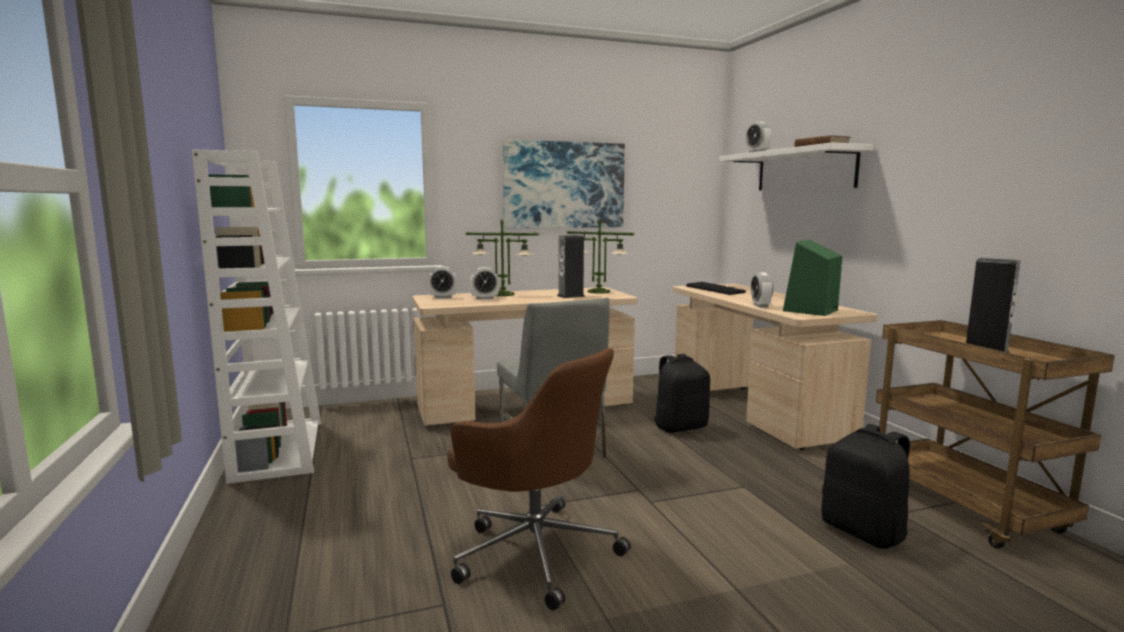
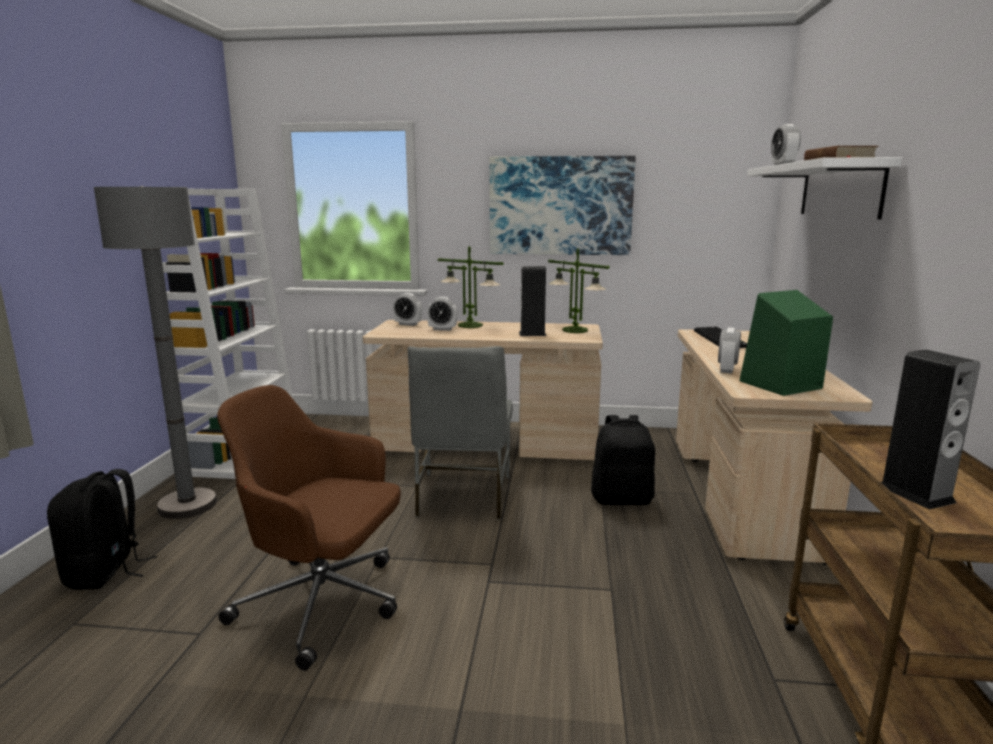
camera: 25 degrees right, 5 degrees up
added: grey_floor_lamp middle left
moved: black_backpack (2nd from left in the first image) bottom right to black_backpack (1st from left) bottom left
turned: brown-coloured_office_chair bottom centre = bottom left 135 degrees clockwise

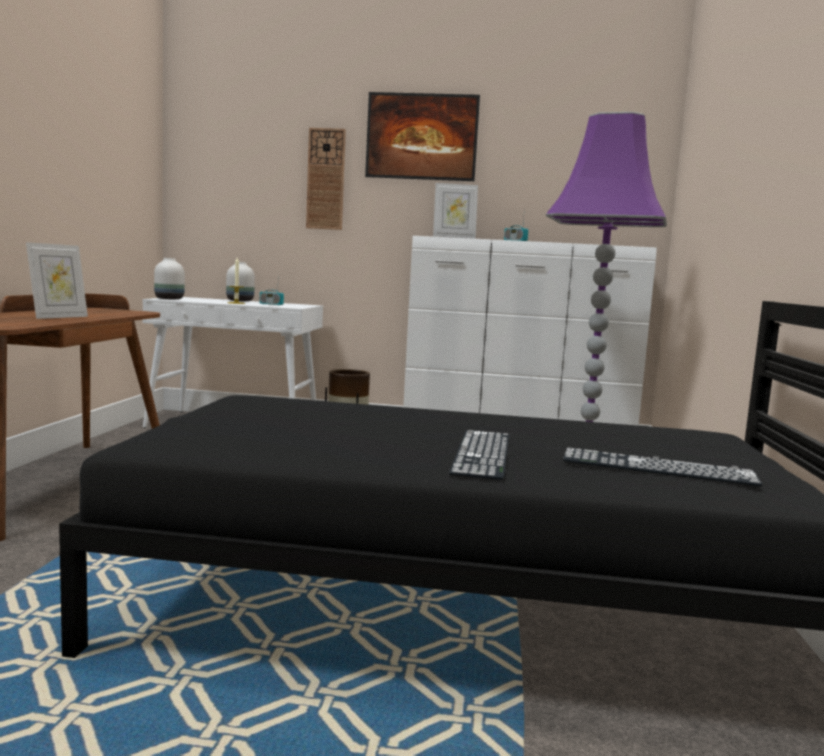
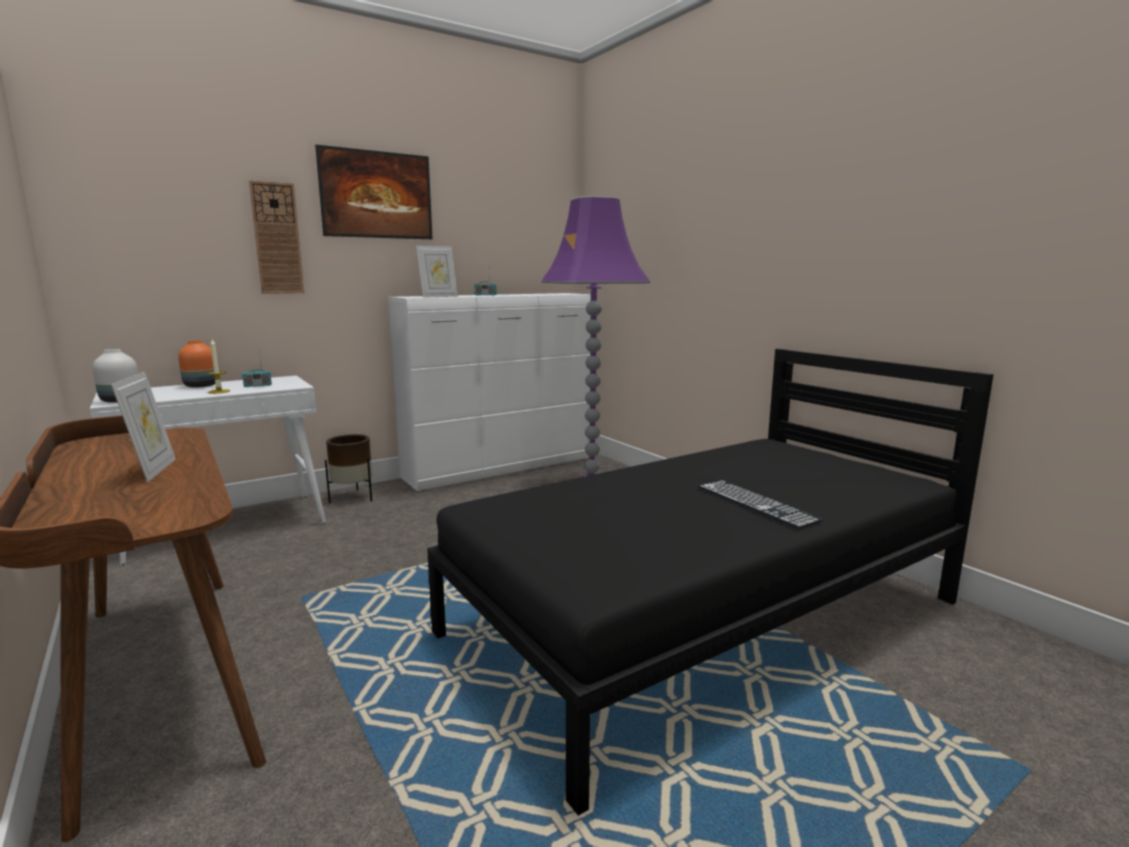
camera: 40 degrees left, 5 degrees up
removed: computer_keyboard (2nd from left) middle right
recoloured: white_flower_vase (2nd from left) middle left to orange_flower_vase middle left

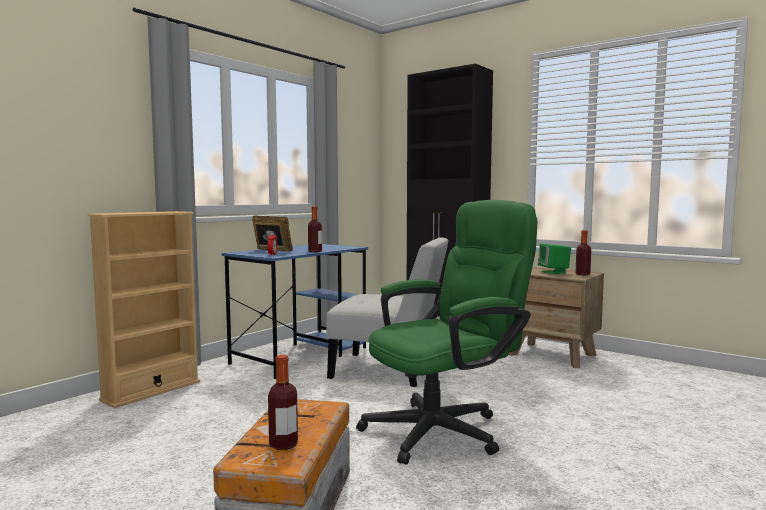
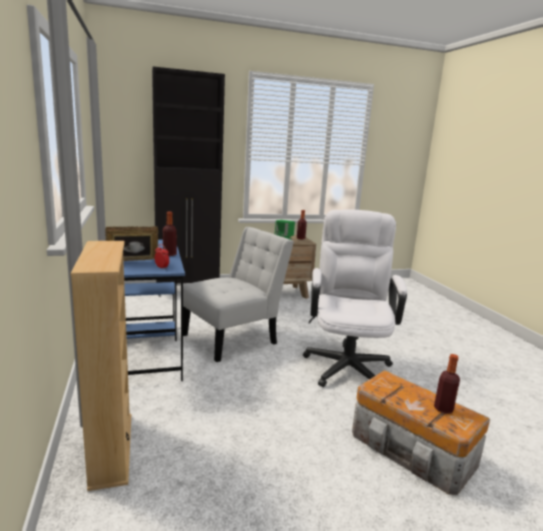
camera: 55 degrees left, 10 degrees up
recoloured: green-coloured_office_chair centre to white_office_chair centre

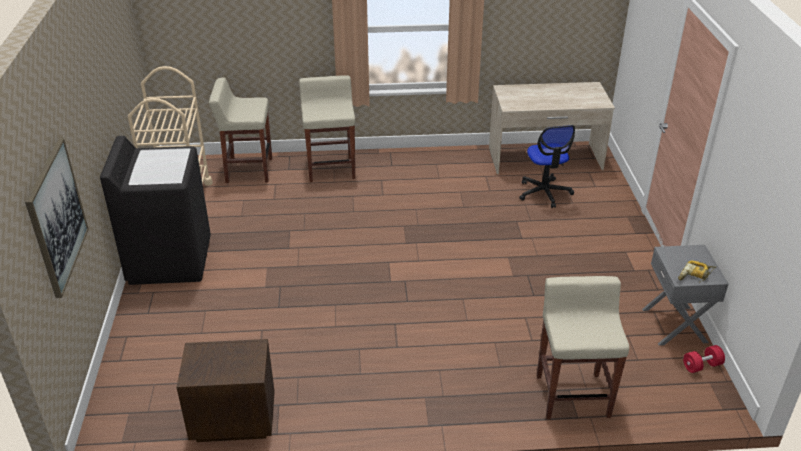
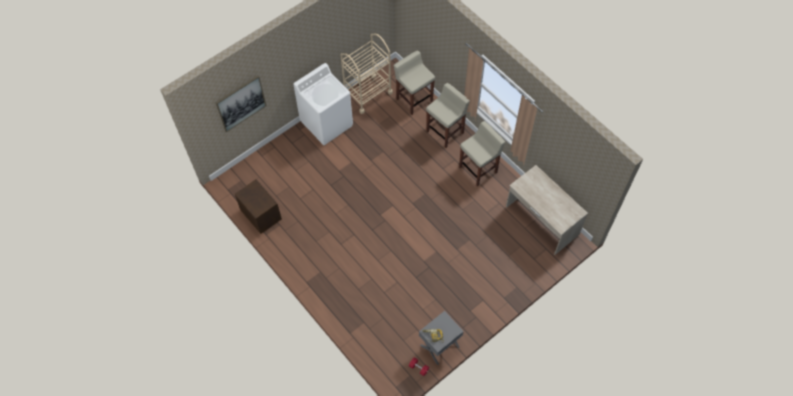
camera: 55 degrees right, 25 degrees up
removed: office_chair middle right
moved: sand-coloured_stool (3rd from left) bottom right to centre
recoloured: black_laundry_machine middle left to white_laundry_machine top centre

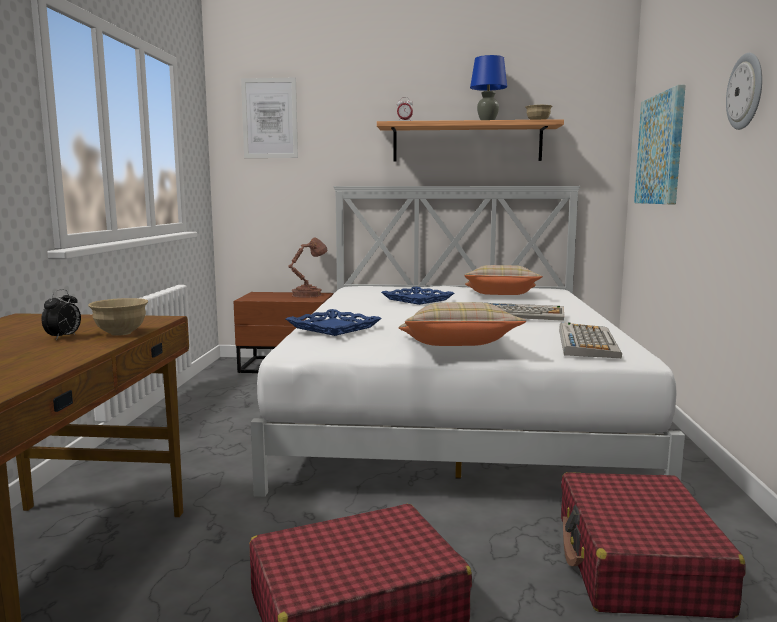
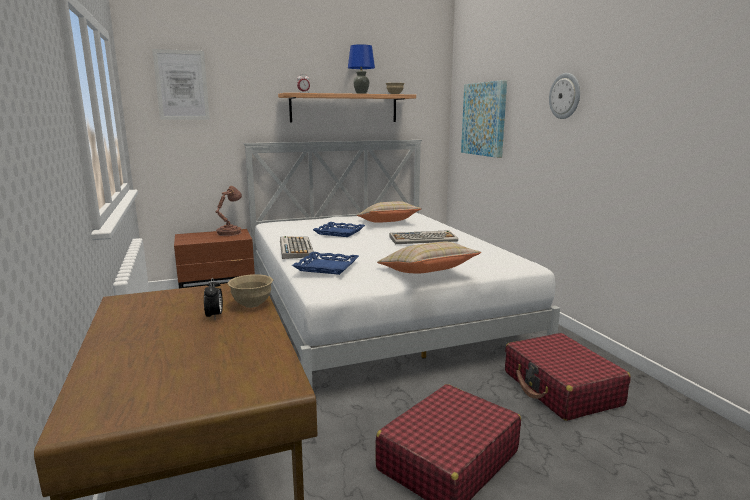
camera: 25 degrees left, 5 degrees up
moved: computer_keyboard (2nd from left in the first image) middle right to computer_keyboard (1st from left) centre

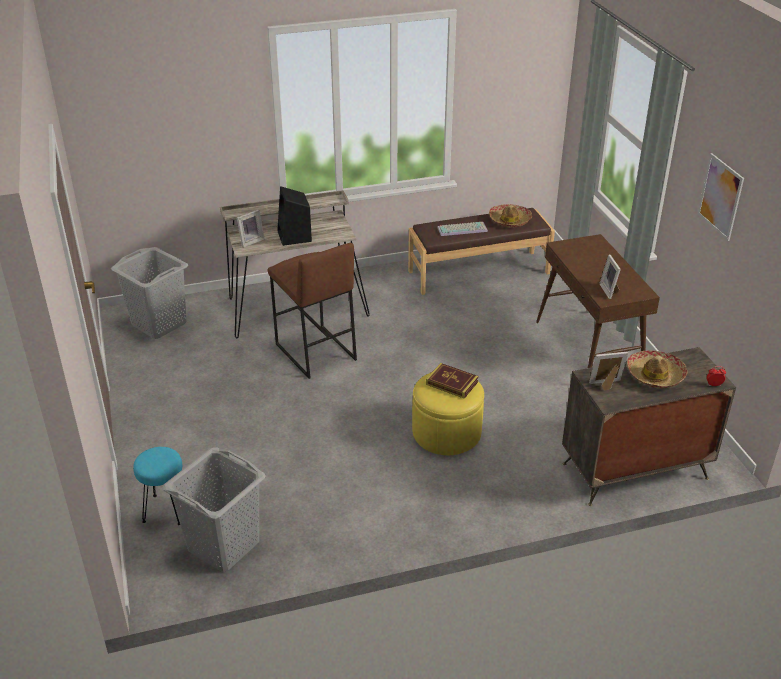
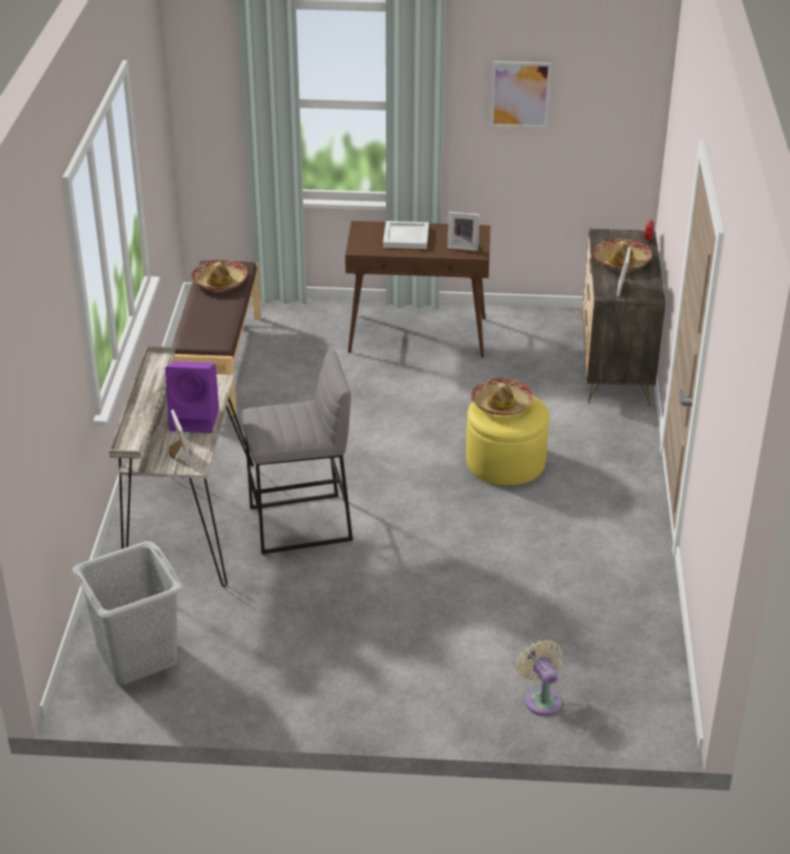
camera: 70 degrees left, 0 degrees up
removed: computer_keyboard centre; grey_washing_basket (2nd from left) bottom left
added: white_tray top centre
replaced: volume centre to hat (2nd from left) centre; turquoise-coloured_stool bottom left to sand-coloured_cooling_fan bottom right
recoloured: black_loudspeaker top centre to purple-coloured_loudspeaker middle left; brown-coloured_stool centre to grey_stool centre

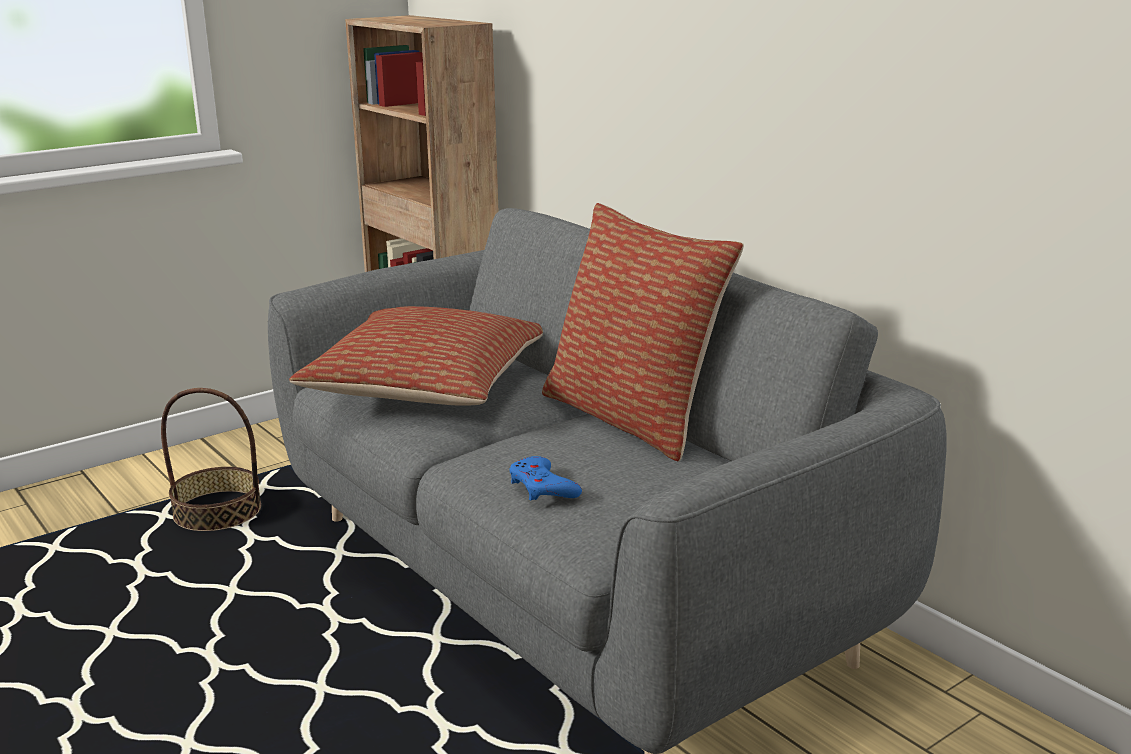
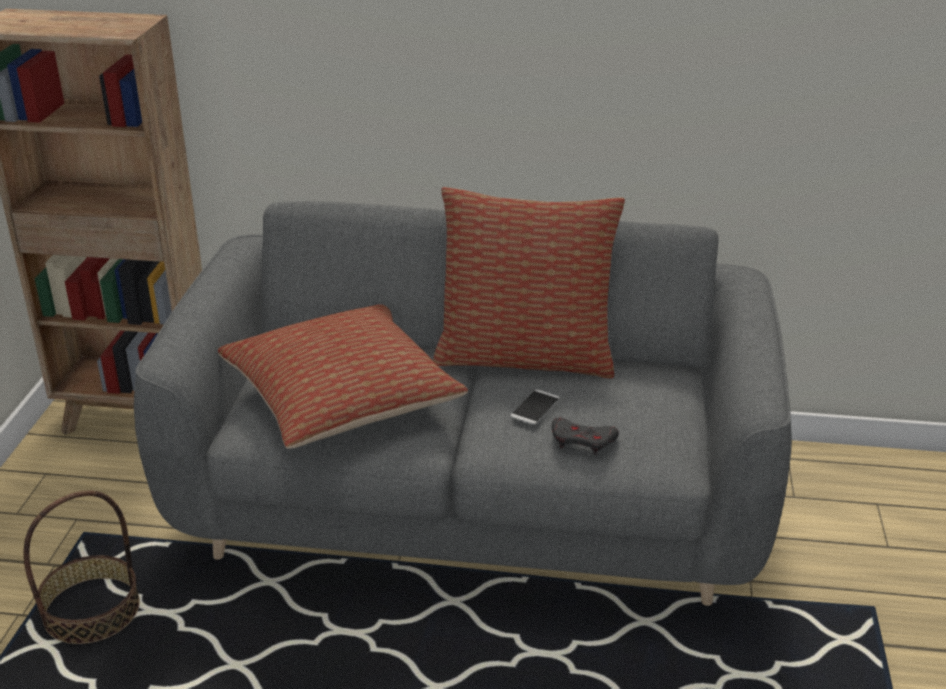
camera: 45 degrees left, 10 degrees up
added: telephone centre
recoloured: bluish_gamepad centre to grey_gamepad centre

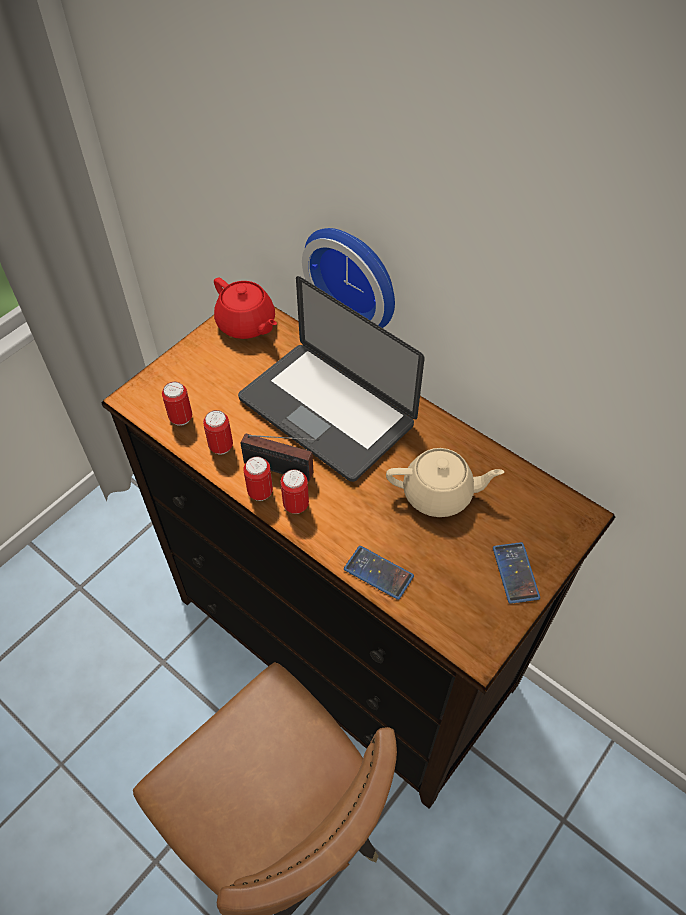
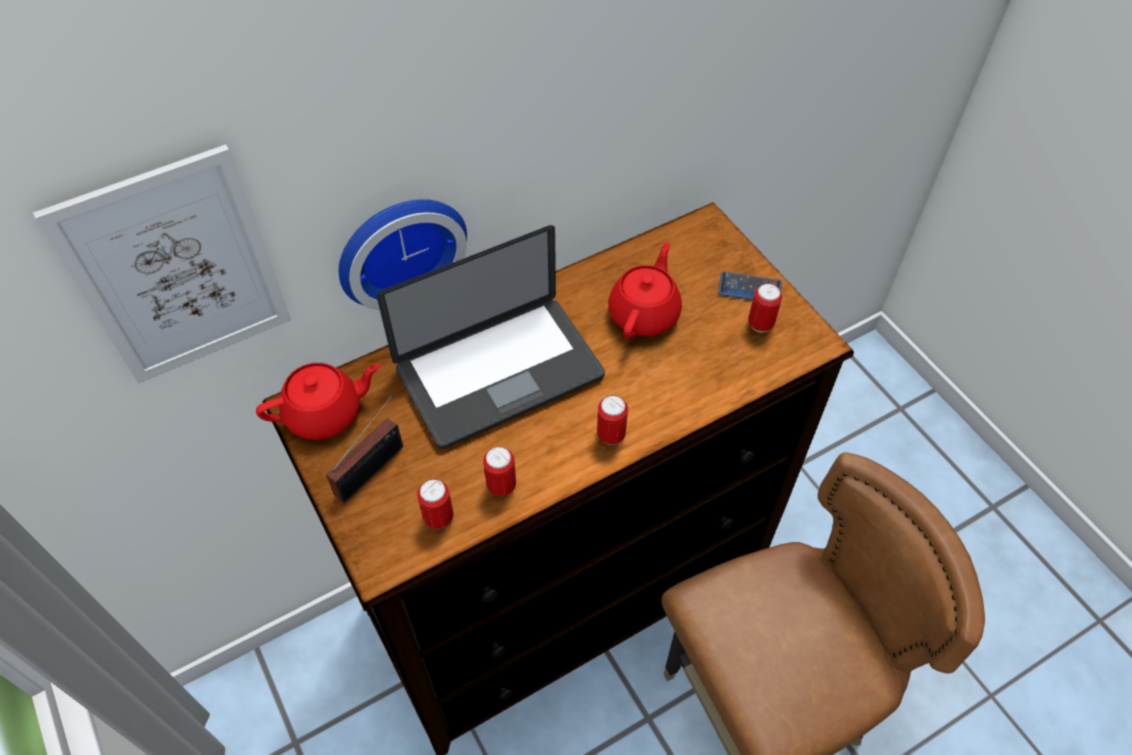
camera: 70 degrees left, 0 degrees up
removed: telephone (1st from left) centre
added: picture middle left
moved: radio centre to middle left; metal_can (3rd from left in the first image) centre to metal_can (4th from left) middle right
recoloured: sand-coloured_pot_for_tea centre to red-coloured_pot_for_tea (2nd from left) centre

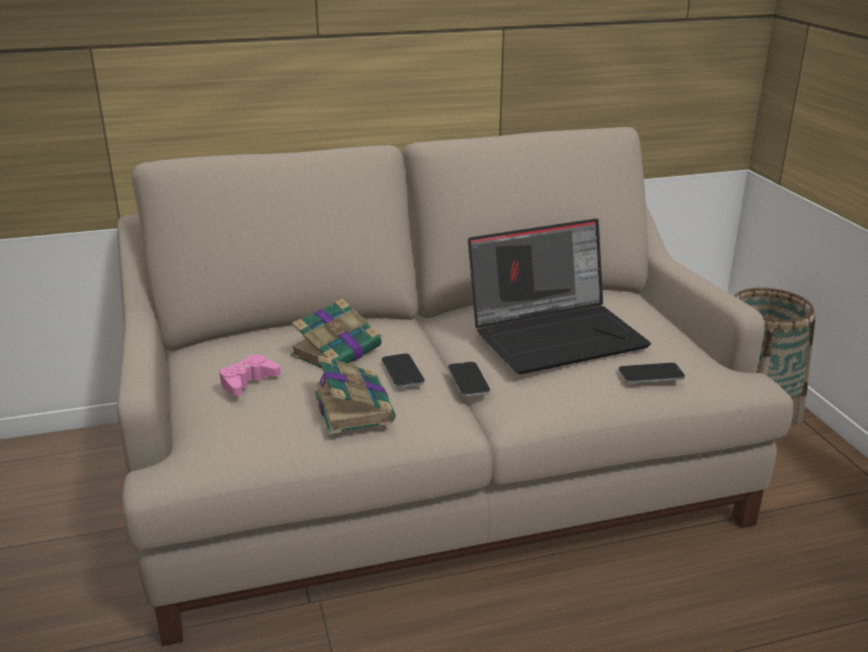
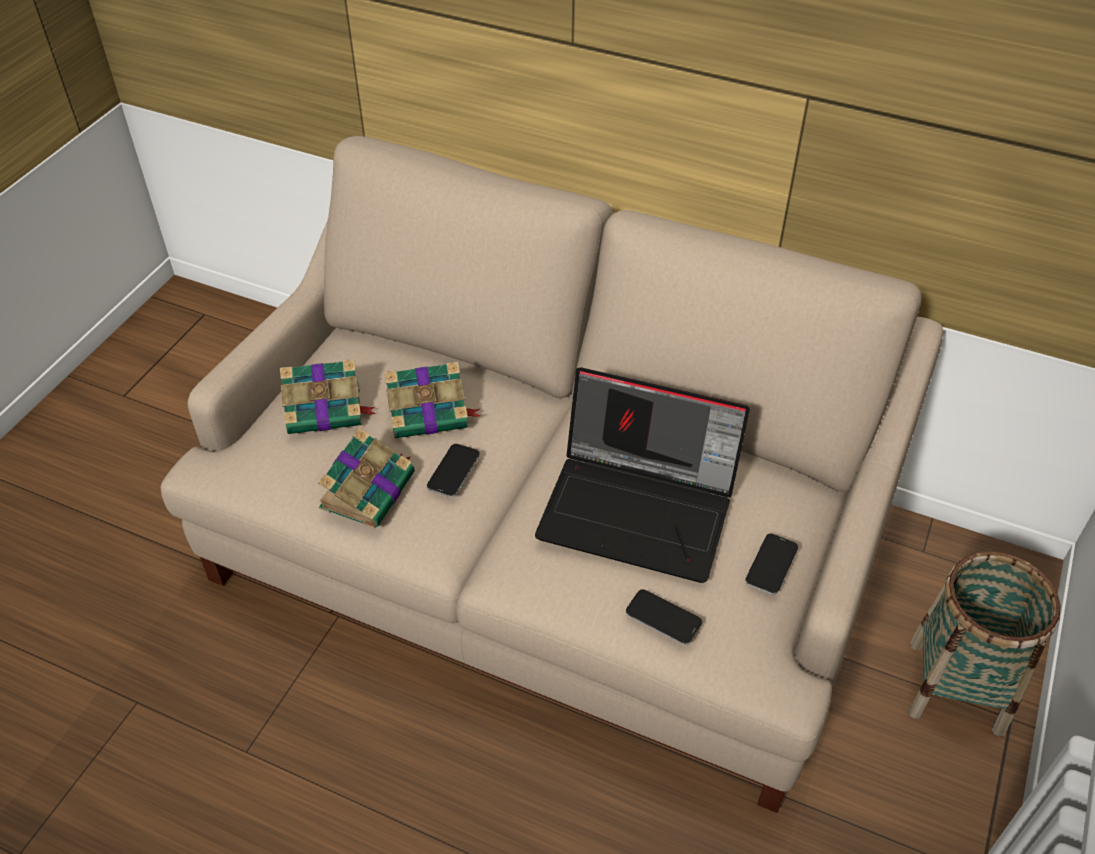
camera: 40 degrees right, 20 degrees up
moved: telephone (2nd from left in the first image) centre to telephone (3rd from left) middle right
replaced: pink-coloured_gamepad middle left to volume (1st from left) middle left

